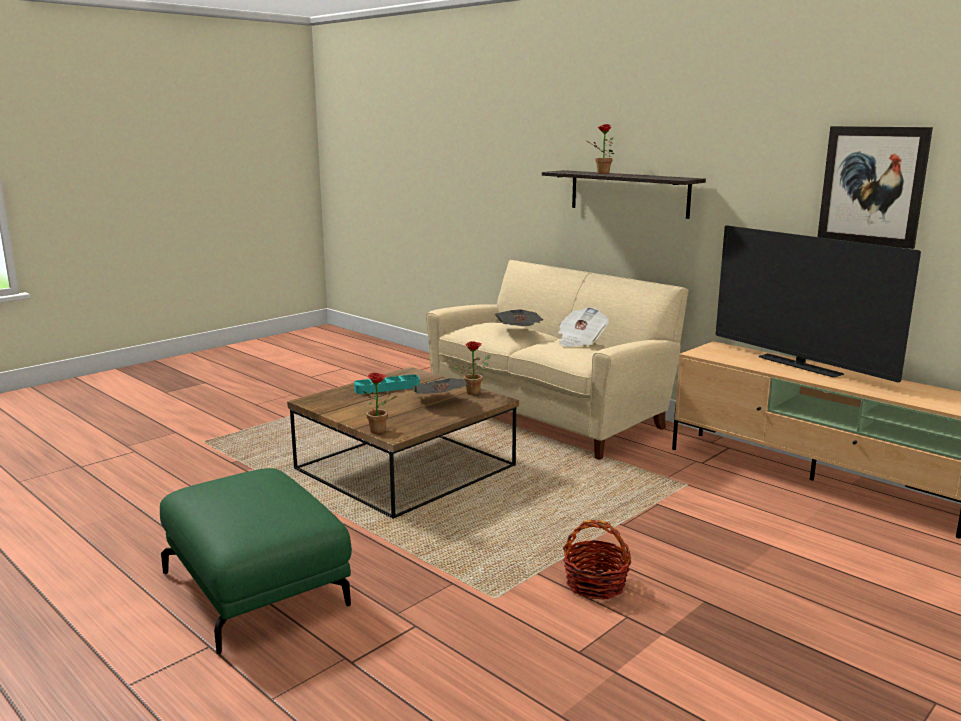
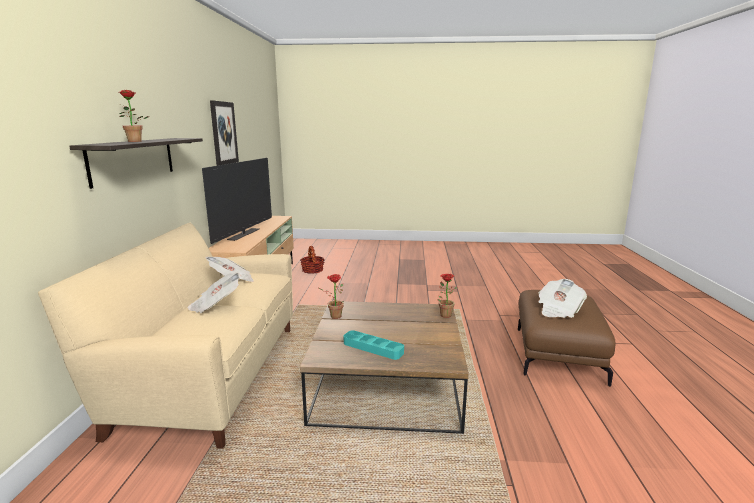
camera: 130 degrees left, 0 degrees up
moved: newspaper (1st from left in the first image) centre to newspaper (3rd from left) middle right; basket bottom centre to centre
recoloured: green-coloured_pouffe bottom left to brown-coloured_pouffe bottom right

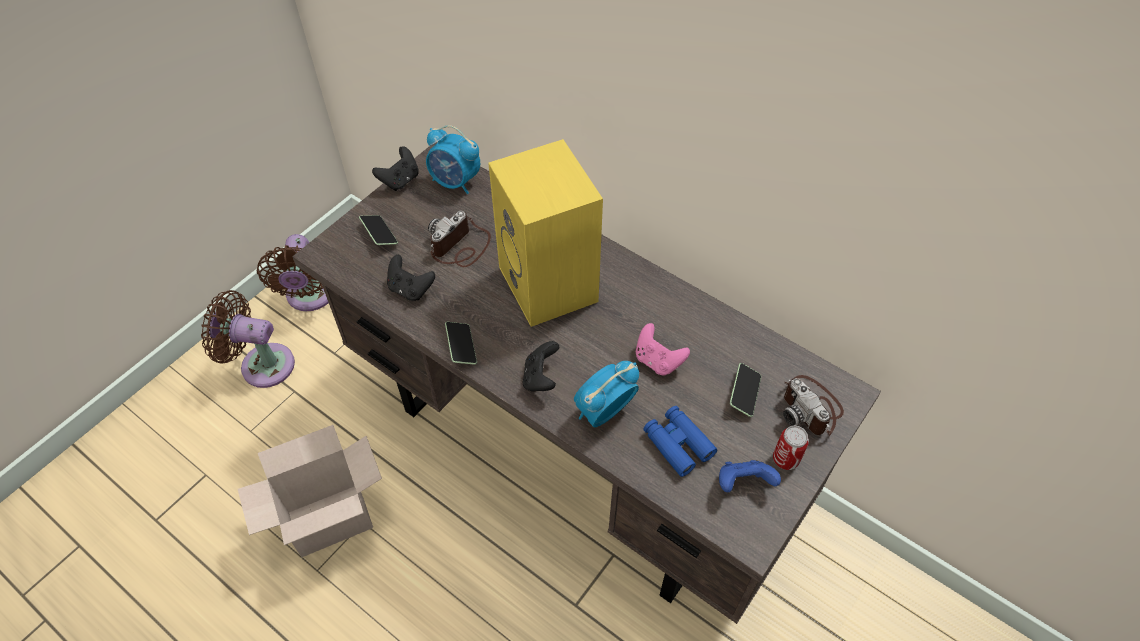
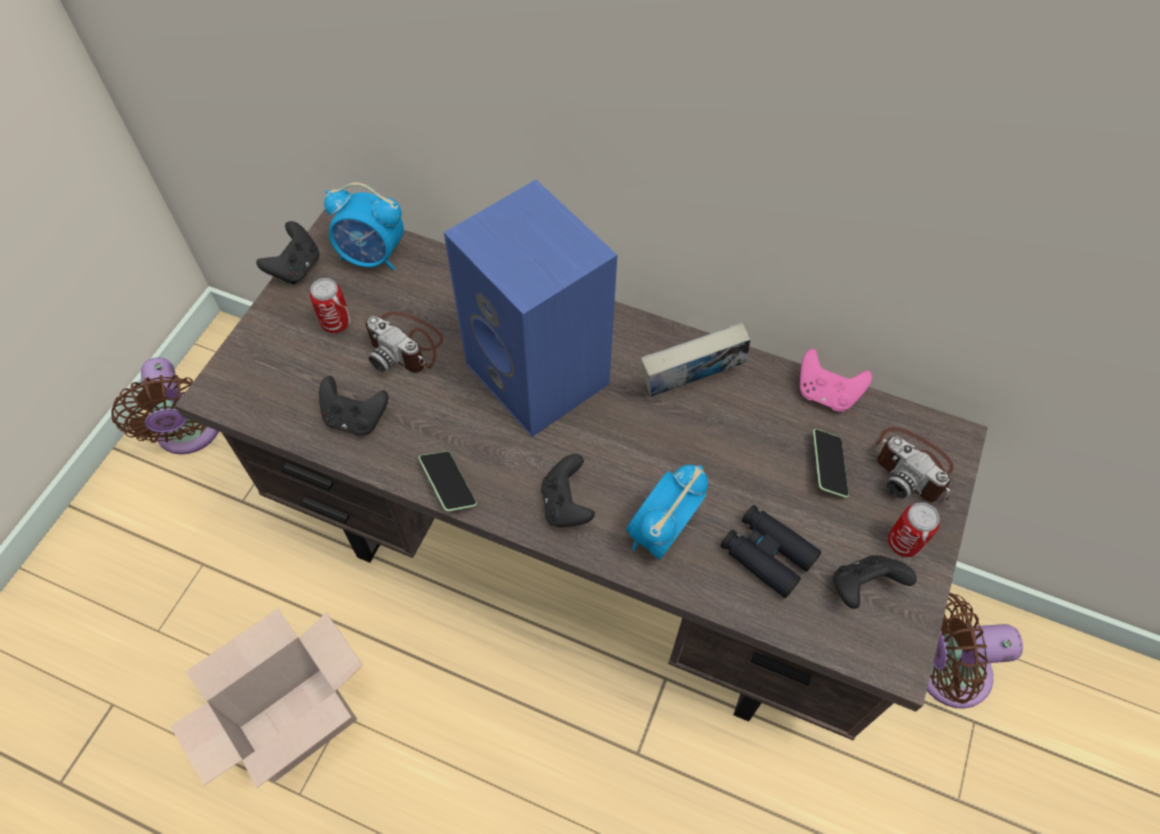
camera: 15 degrees left, 5 degrees up
removed: telephone (1st from left) middle left
added: metal_can (1st from left) middle left; volume centre
moved: brown-coloured_cooling_fan (1st from left in the first image) middle left to brown-coloured_cooling_fan (2nd from left) bottom right; pink-coloured_gamepad centre to middle right
recoloured: yellow_loudspeaker centre to bluish_loudspeaker centre; bluish_field_glasses bottom centre to black_field_glasses centre; bluish_gamepad bottom centre to black_gamepad (4th from left) bottom right
turned: photo_camera (1st from left) centre = centre 75 degrees counterclockwise

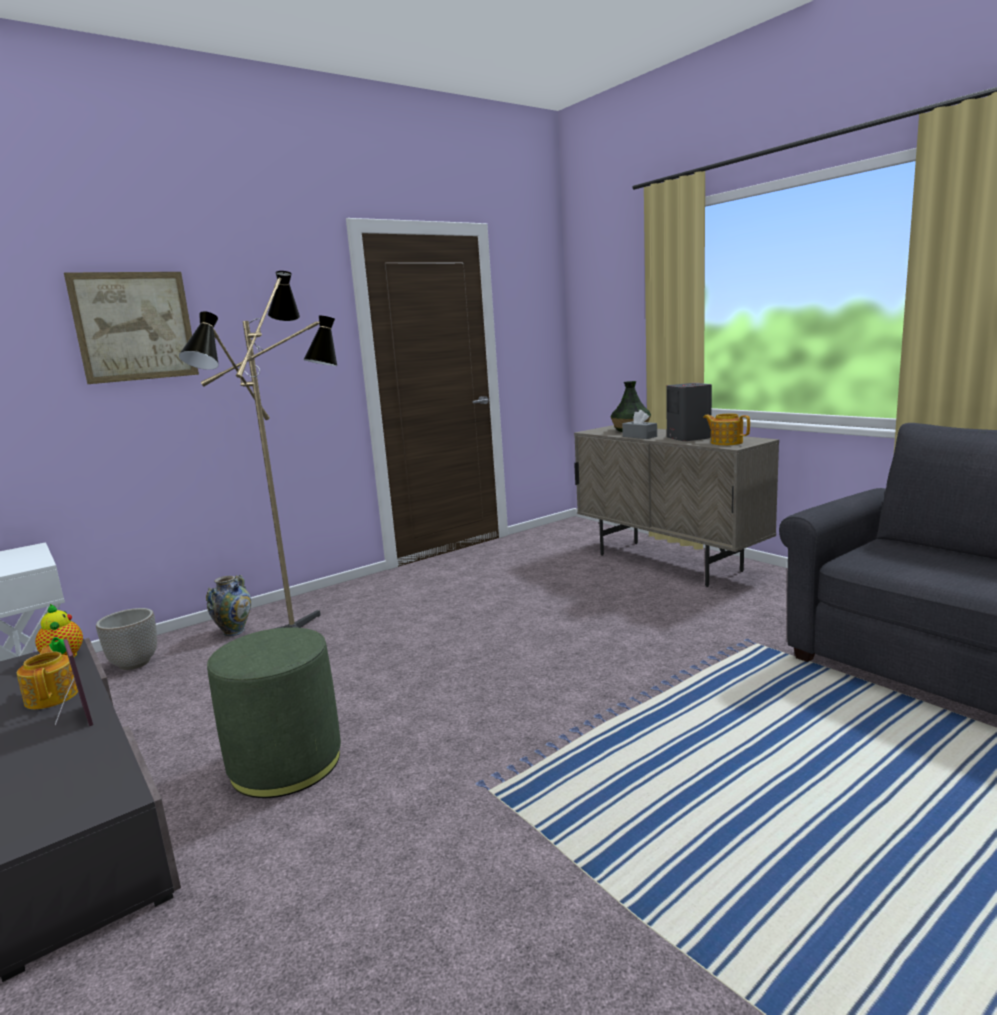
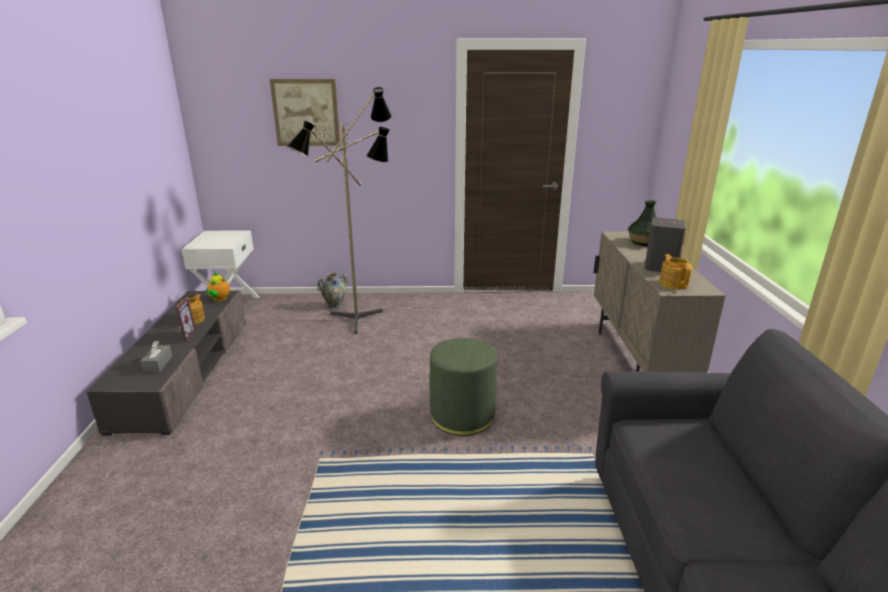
camera: 35 degrees right, 10 degrees up
removed: flower_pot middle left
moved: grey_box_of_tissues centre to middle left; green-coloured_pouffe bottom left to centre

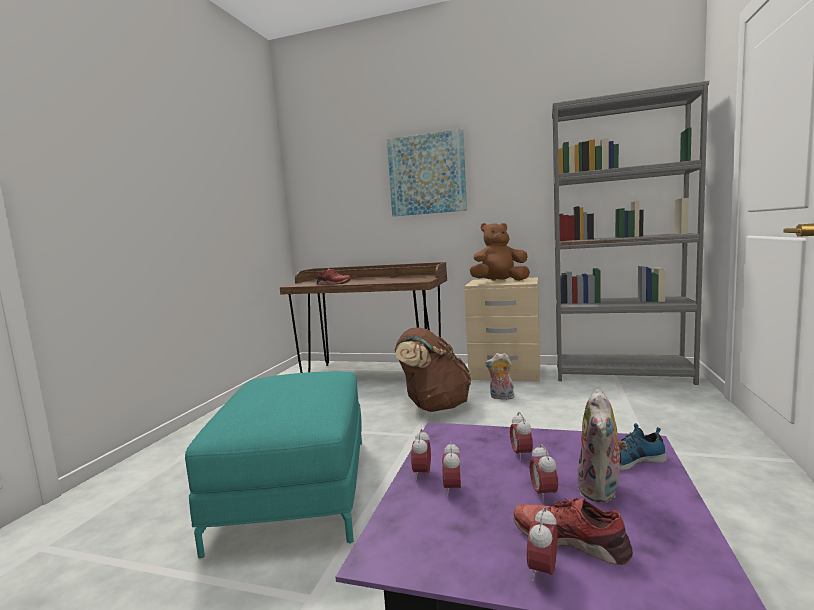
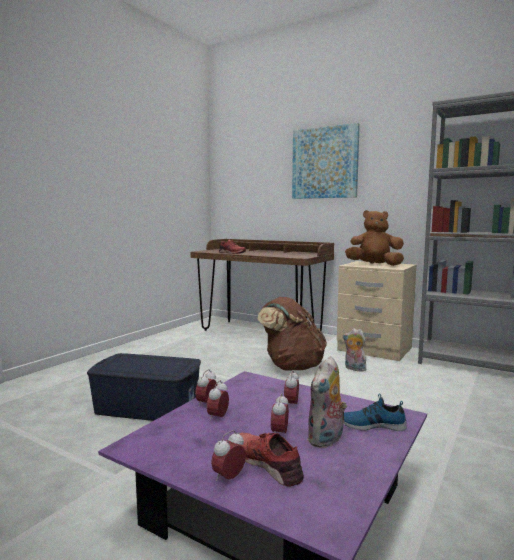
camera: 15 degrees right, 0 degrees up
replaced: turquoise-coloured_pouffe bottom centre to bluish_storage_container bottom left

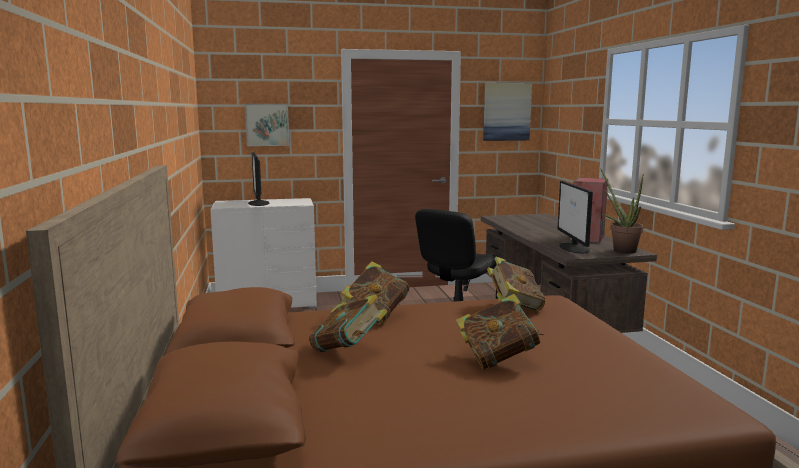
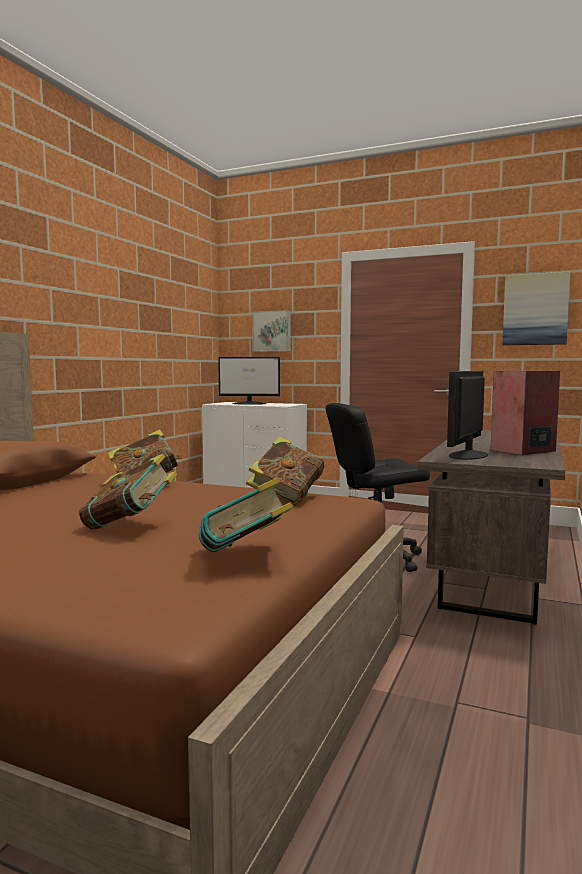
camera: 35 degrees right, 5 degrees down
removed: houseplant middle right
moved: volume (1st from left in the first image) bottom centre to volume (3rd from left) centre
turned: computer_display (1st from left) middle left = centre 105 degrees counterclockwise

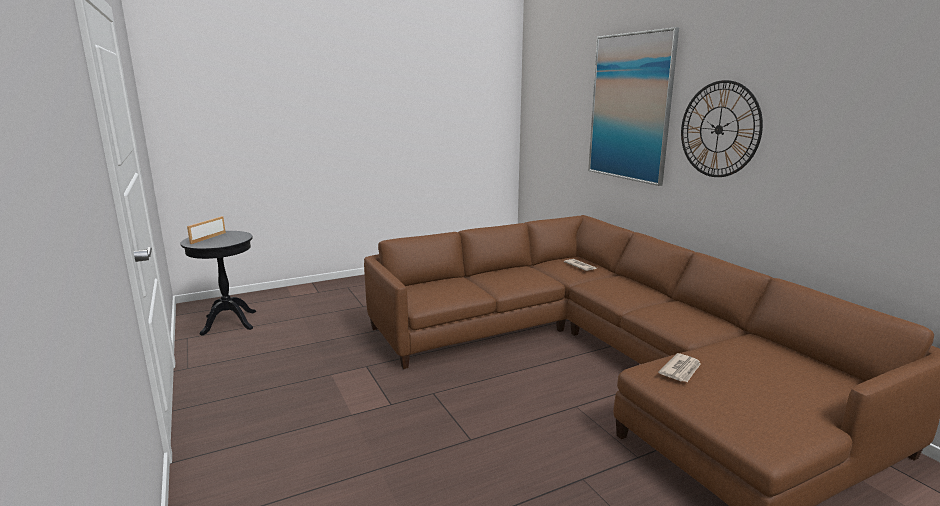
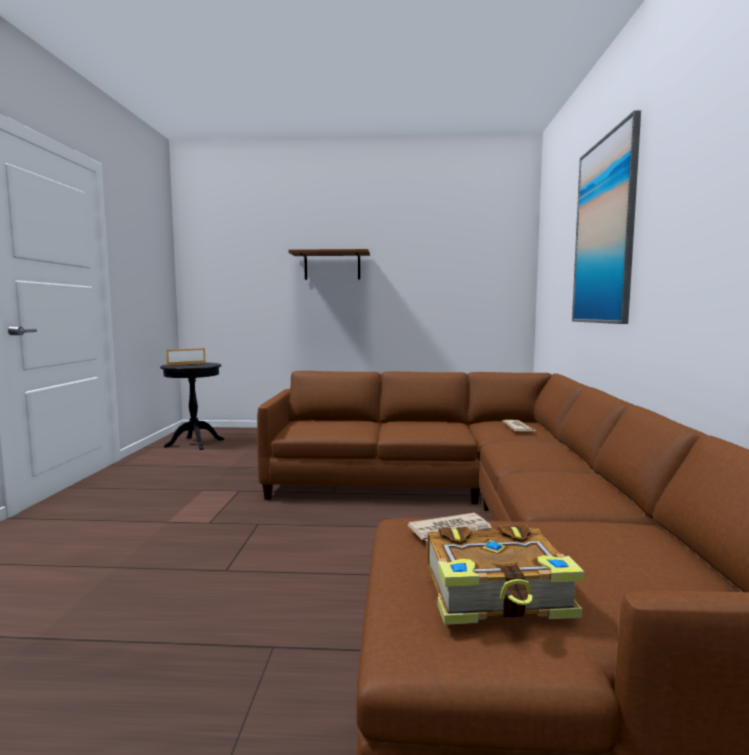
camera: 30 degrees right, 10 degrees down
removed: wall_clock top right
added: bracket_shelf centre; volume bottom right

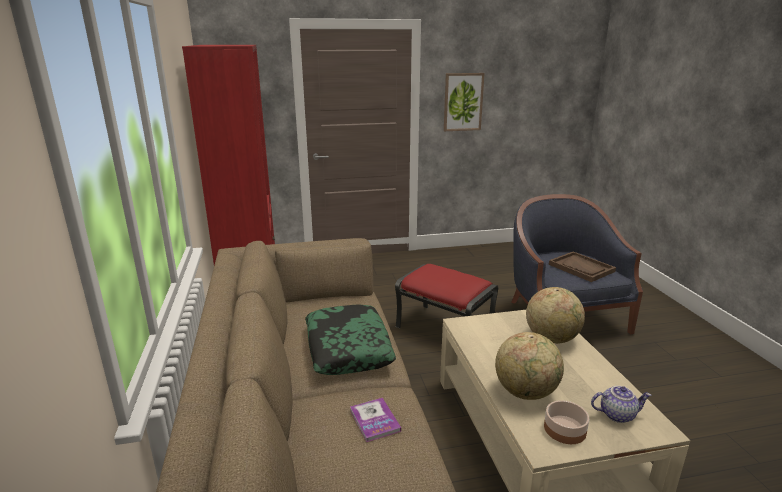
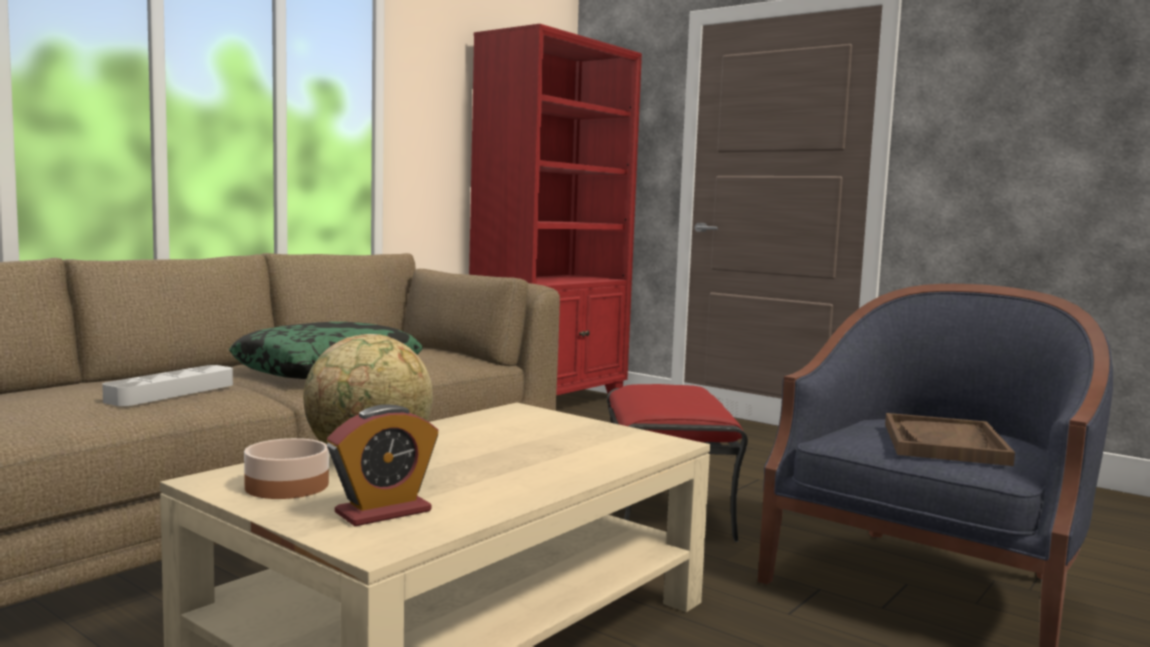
camera: 50 degrees right, 15 degrees down
removed: picture top centre; globe (2nd from left) middle right
replaced: pot_for_tea bottom right to bedside_clock bottom left; volume bottom centre to grey_tray middle left

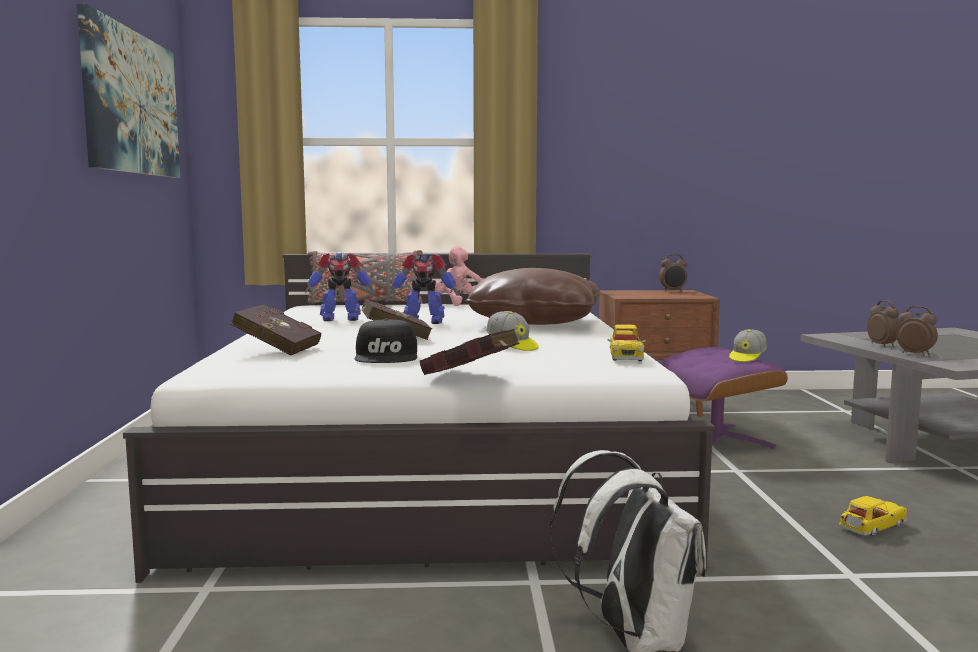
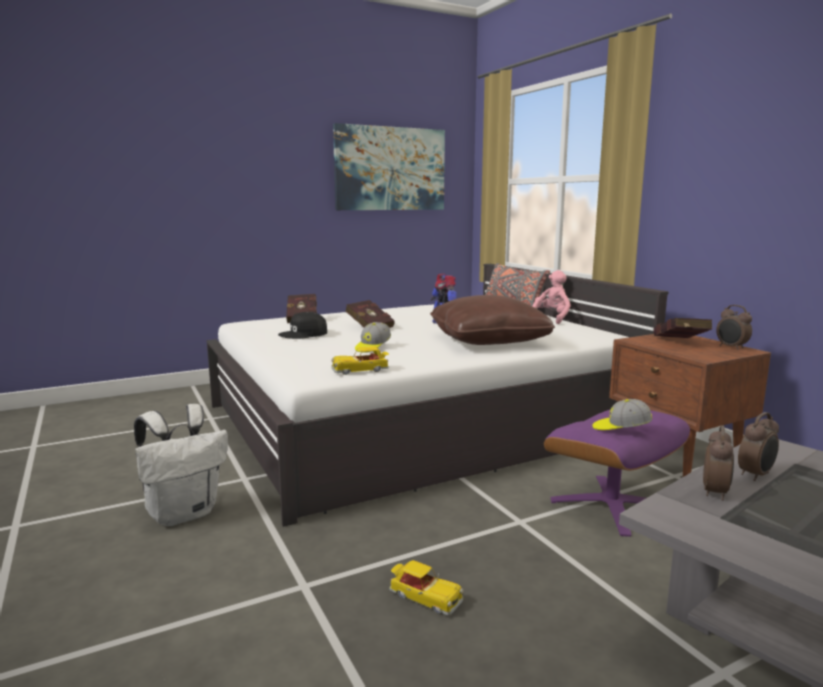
camera: 65 degrees right, 5 degrees up
removed: toy_robot (1st from left) centre
moved: red-coloured_volume (3rd from left) centre to middle right

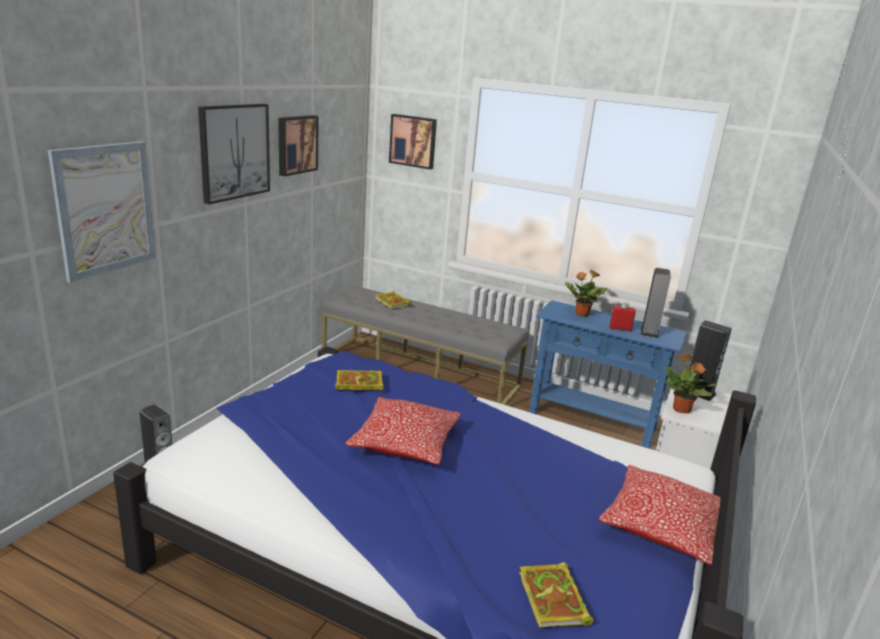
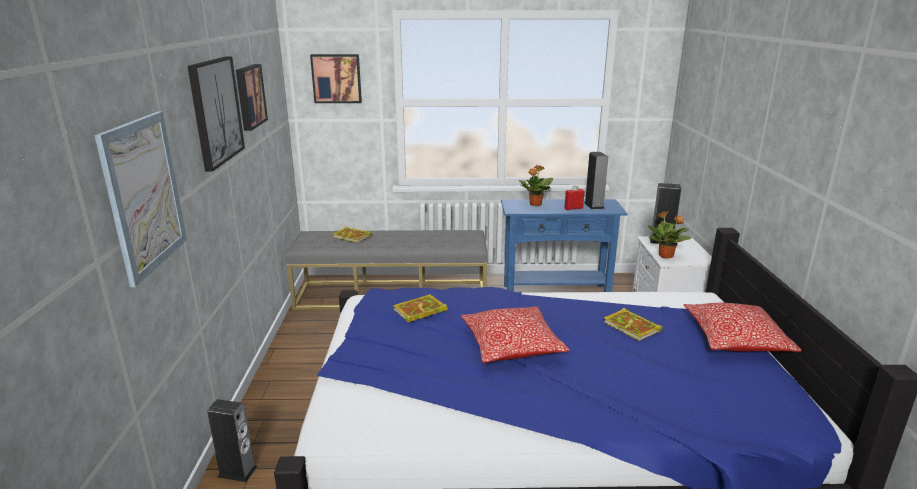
camera: 25 degrees left, 0 degrees up
moved: volume (3rd from left) bottom centre to middle right

